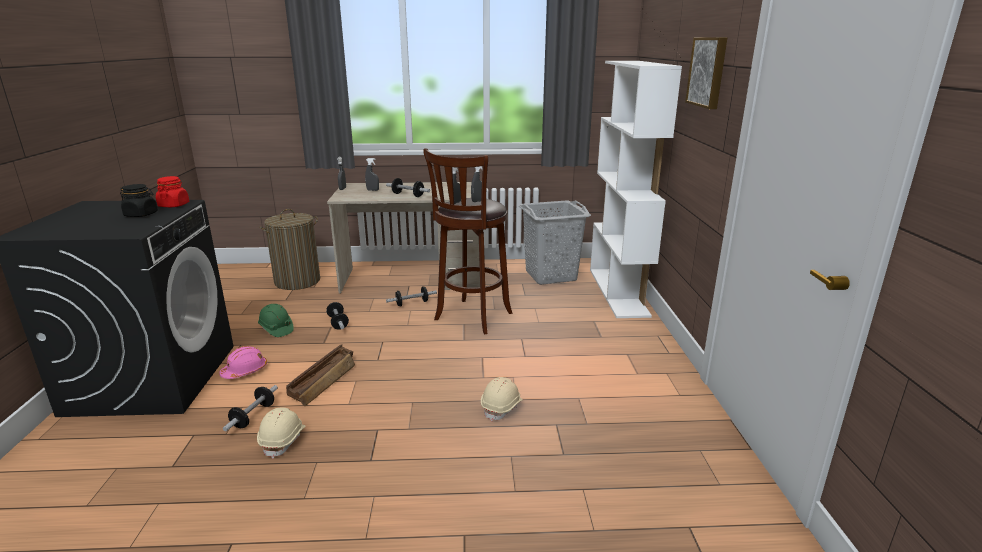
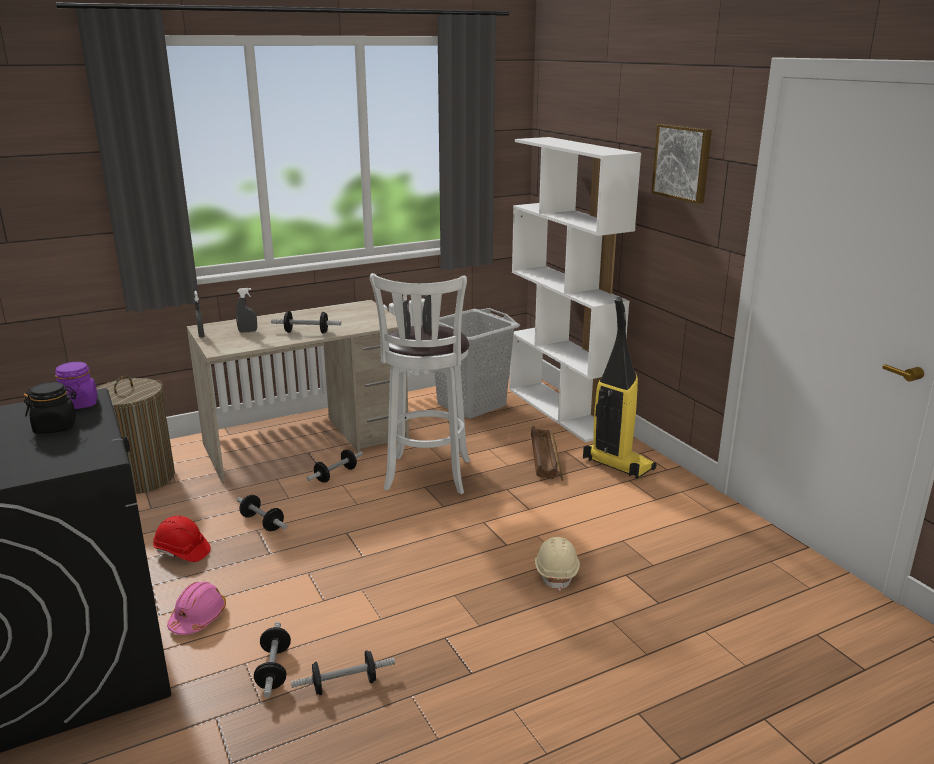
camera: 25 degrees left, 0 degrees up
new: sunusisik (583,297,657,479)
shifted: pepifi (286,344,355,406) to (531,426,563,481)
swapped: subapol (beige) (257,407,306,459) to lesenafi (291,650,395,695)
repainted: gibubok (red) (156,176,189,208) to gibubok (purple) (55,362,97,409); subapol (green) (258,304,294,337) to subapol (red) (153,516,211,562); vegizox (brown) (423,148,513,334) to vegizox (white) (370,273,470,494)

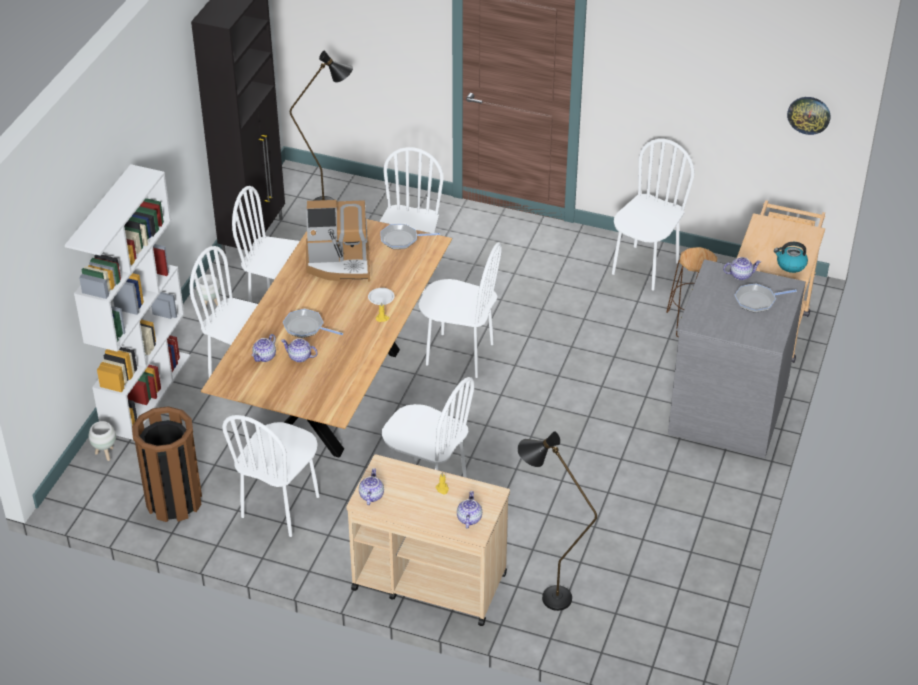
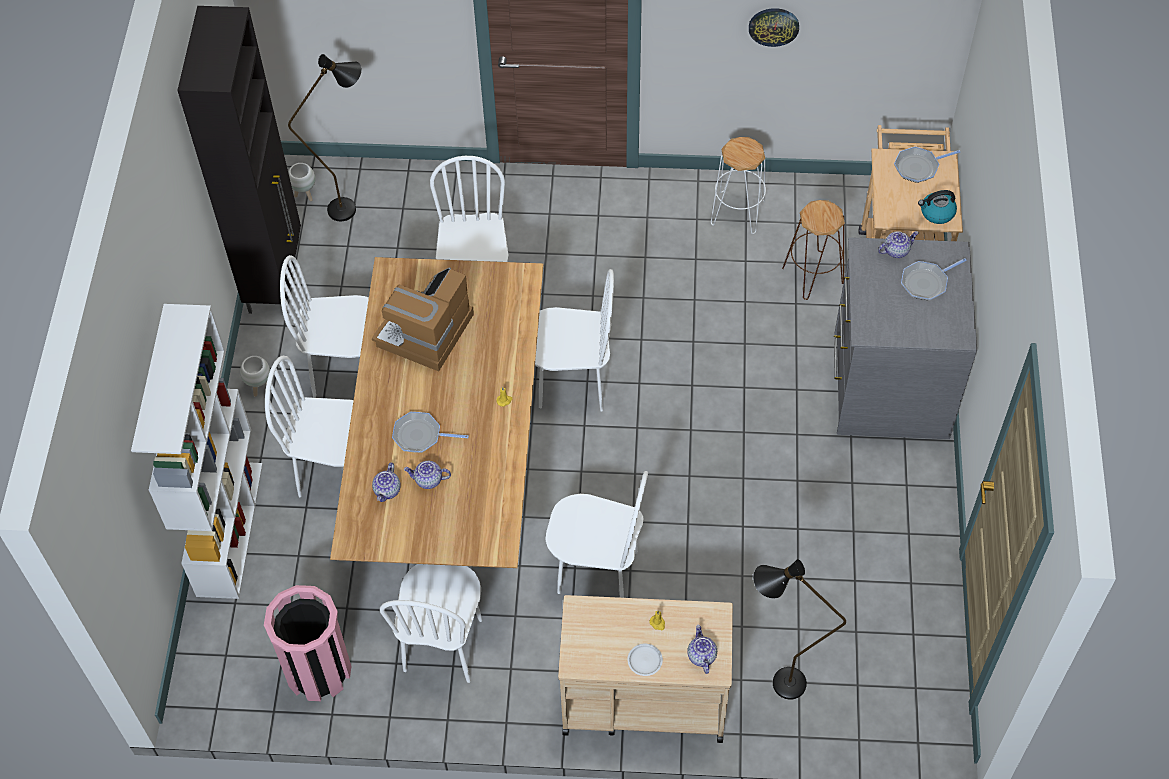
camera: 15 degrees left, 15 degrees up
gone: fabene (359,468,384,505)
shifted: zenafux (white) (89,421,116,461) to (288,163,315,201); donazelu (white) (368,288,395,305) to (627,644,663,676); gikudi (787,97,831,135) to (749,8,799,47); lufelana (380,224,440,249) to (894,147,960,183)
swapped: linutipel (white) (612,139,694,291) to vegizox (white) (711,137,766,234)
repainted: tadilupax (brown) (132,406,202,522) to tadilupax (pink) (264,585,352,701)
rotated: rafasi (306,200,370,282) = (372,267,474,371) 135 degrees clockwise

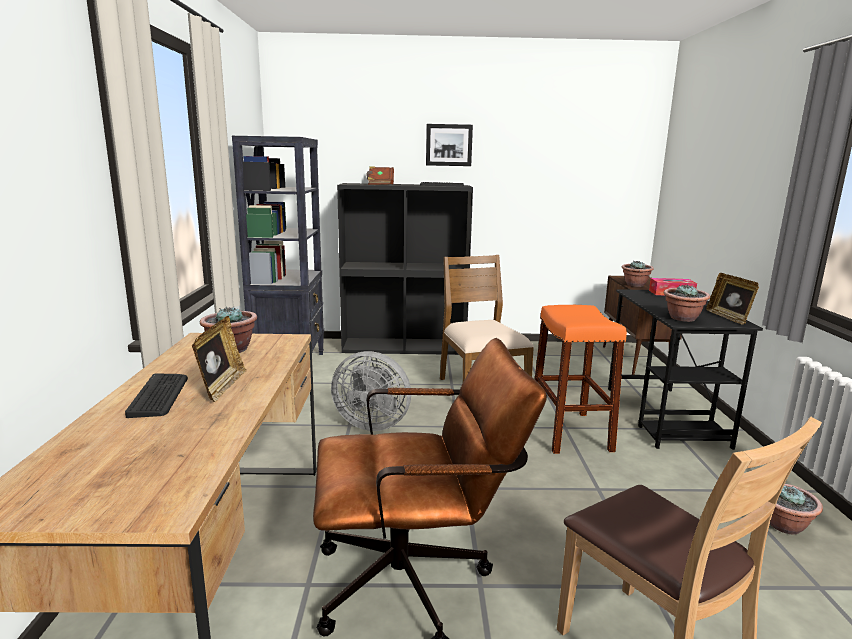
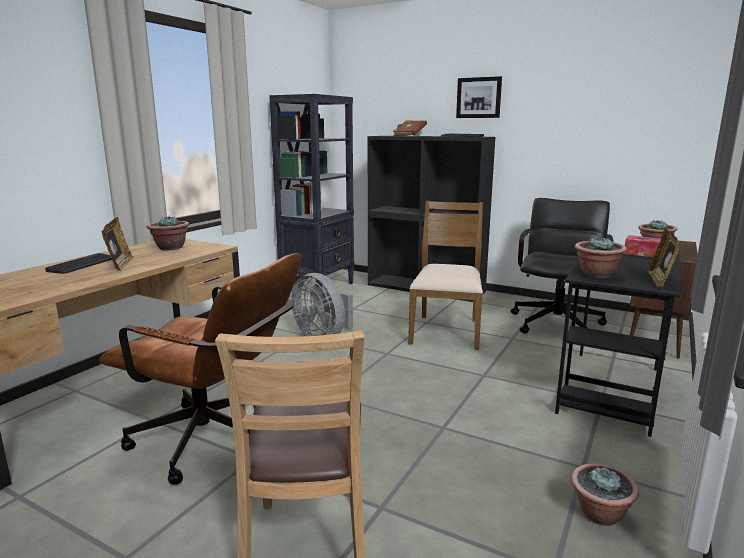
camera: 30 degrees right, 0 degrees up
gone: vegizox (orange) (535,305,627,454)
new: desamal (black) (511,198,614,334)
rotated: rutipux (192,316,247,402) = (101,217,134,271) 45 degrees counterclockwise

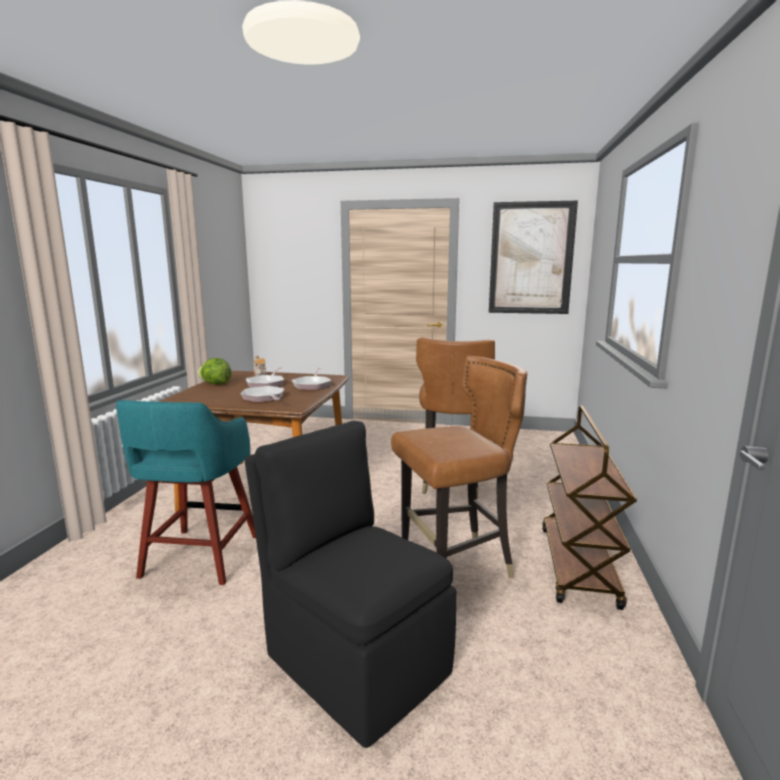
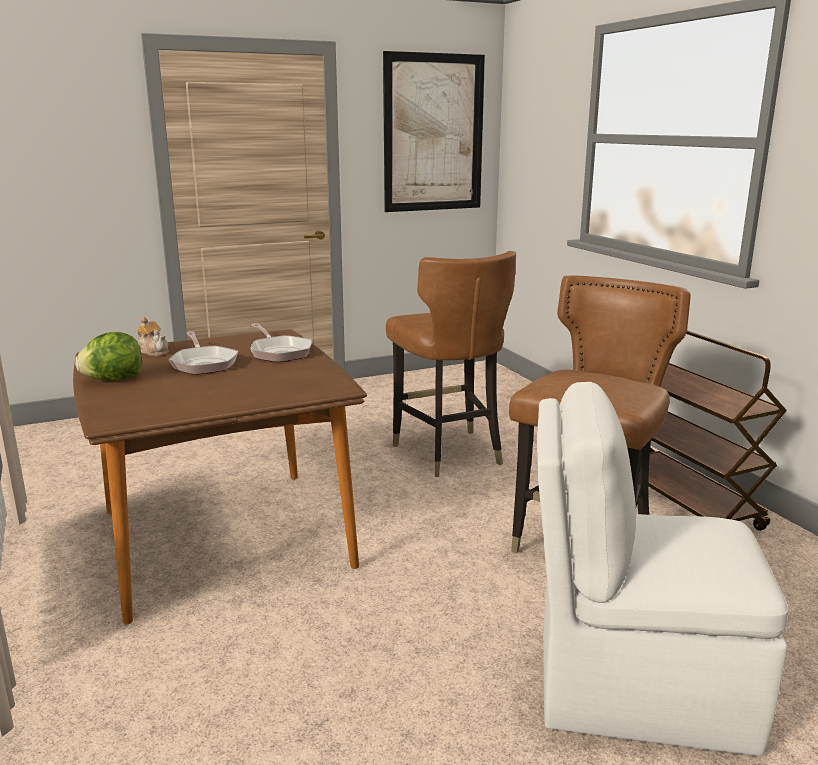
camera: 35 degrees left, 5 degrees up
gone: vegizox (turquoise) (116,400,256,585); lufelana (241,386,284,403)
repainted: linutipel (black) (245,421,456,748) to linutipel (white) (537,382,788,756)

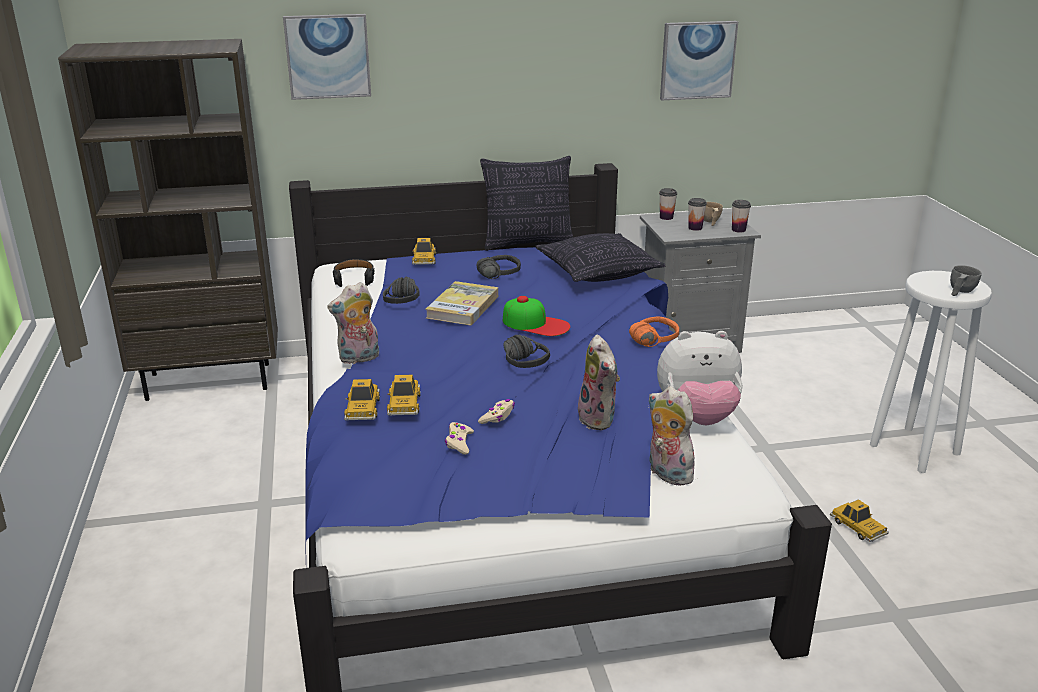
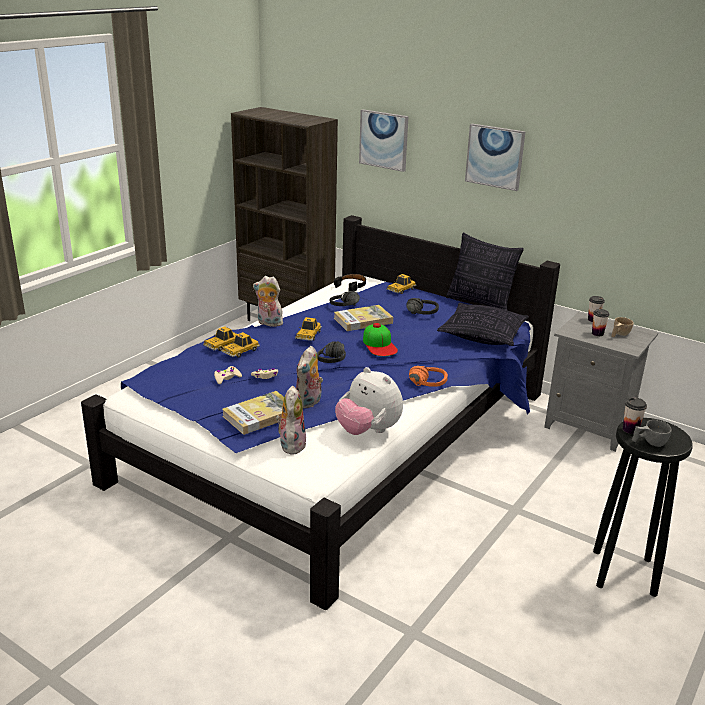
camera: 45 degrees right, 0 degrees up
new: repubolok (222,391,284,435)
shifted: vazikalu (830,499,889,542) to (295,317,322,341); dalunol (660,21,738,100) to (465,124,525,191); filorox (732,200,751,233) to (623,397,647,434)
repainted: vegizox (white) (870,271,992,473) to vegizox (black) (593,418,692,597)

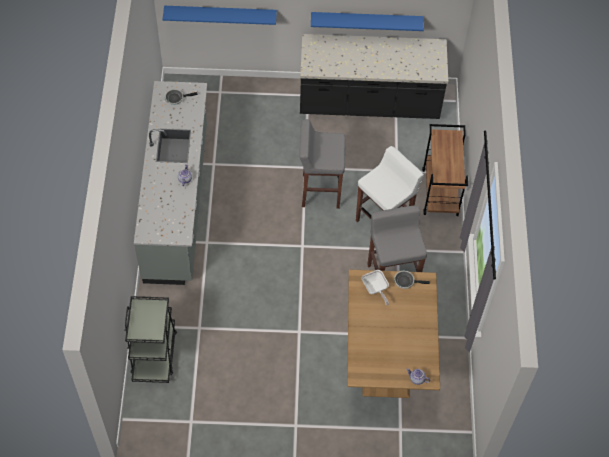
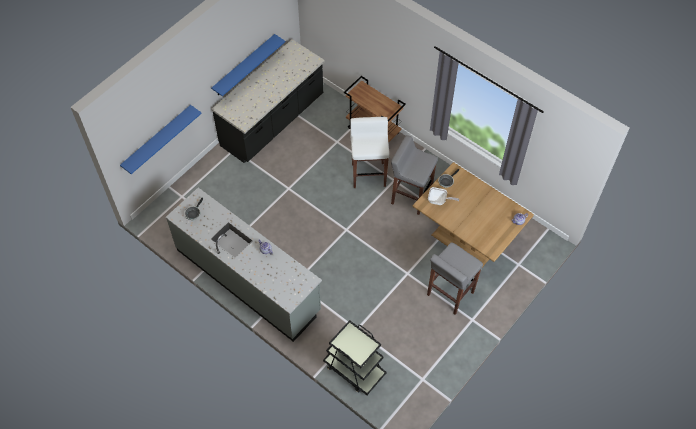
camera: 50 degrees left, 0 degrees up
shifted: vegizox (grey) (299,119,345,209) to (427,242,483,315)

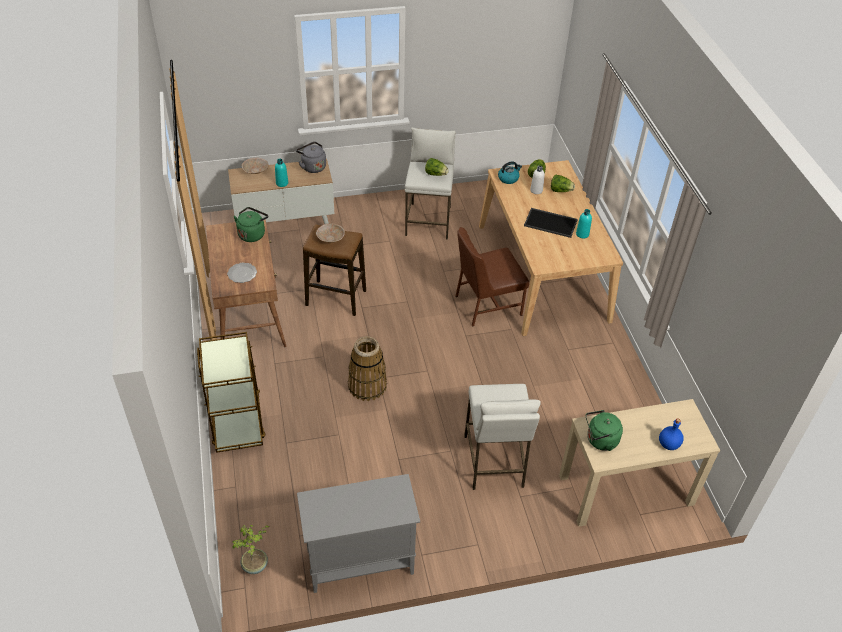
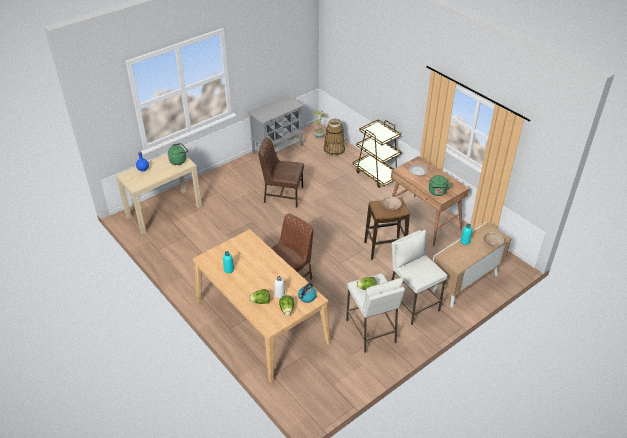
camera: 155 degrees right, 5 degrees down
gone: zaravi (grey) (296,142,326,173); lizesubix (524,208,578,238)
new: linutipel (brown) (259,137,304,207)
shifted: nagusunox (348,336,387,401) to (324,119,345,156); vegizox (white) (464,384,541,490) to (391,230,448,325)

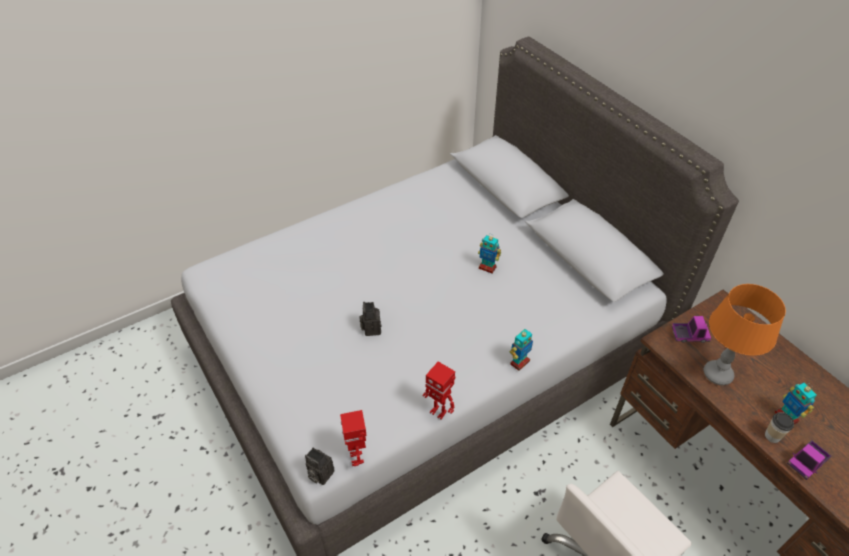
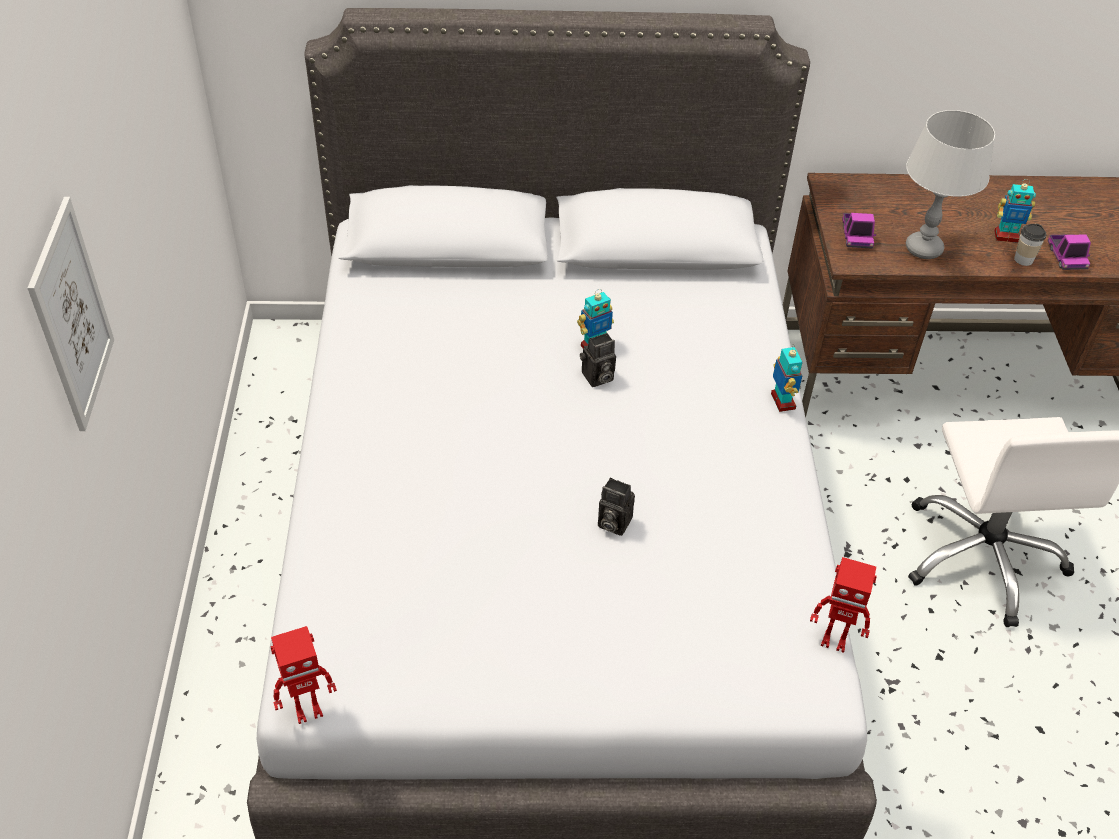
camera: 60 degrees left, 0 degrees up
new: dalunol (28,197,114,431)
shifted: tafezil (423,361,455,420) to (271,626,337,724); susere (305,448,334,485) to (580,333,616,387)
repainted: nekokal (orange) (704,284,786,385) to nekokal (grey) (906,110,995,259)
rotated: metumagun (672,316,711,343) = (842,213,876,249) 150 degrees clockwise

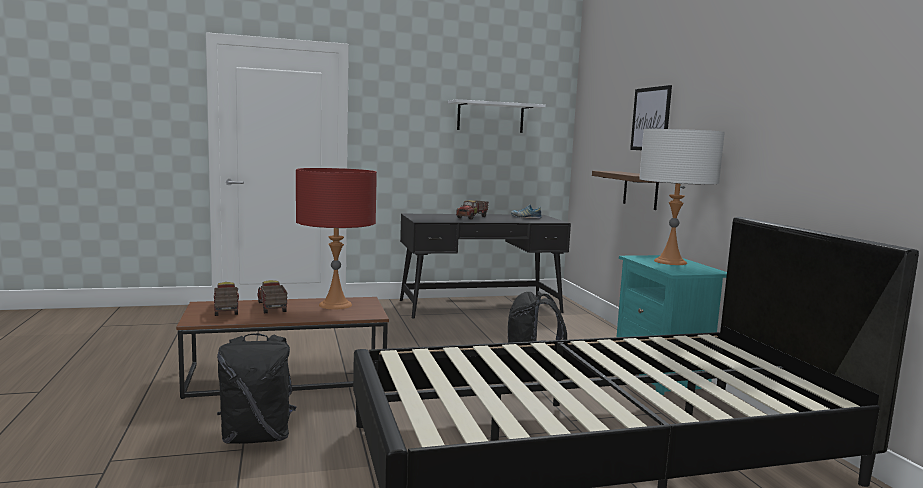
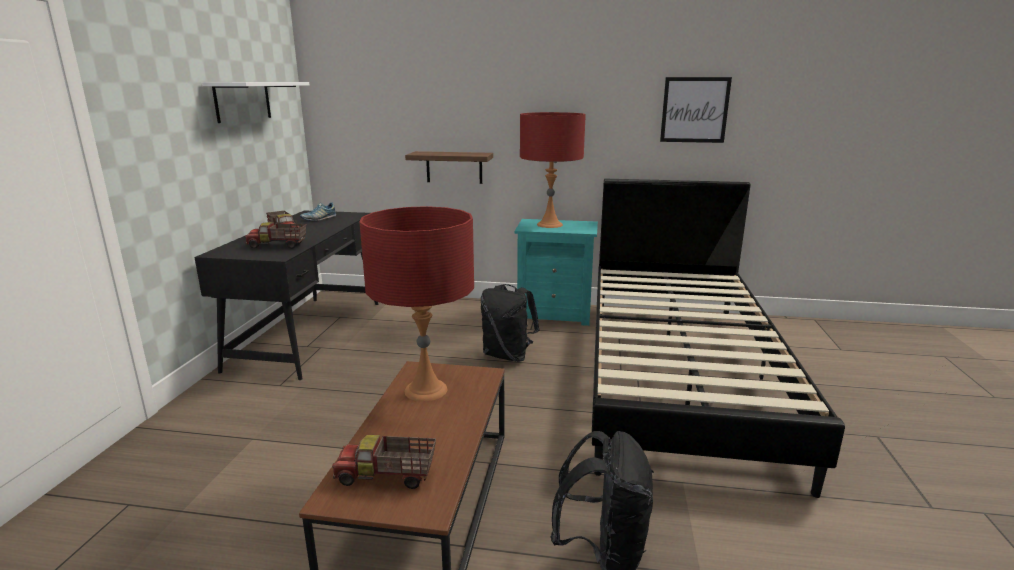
camera: 65 degrees left, 10 degrees up
shifted: metumagun (257,280,288,313) to (245,222,306,249); dalunol (630,85,672,150) to (660,77,732,143)
repainted: nekokal (white) (639,129,725,265) to nekokal (red) (520,112,586,228)

